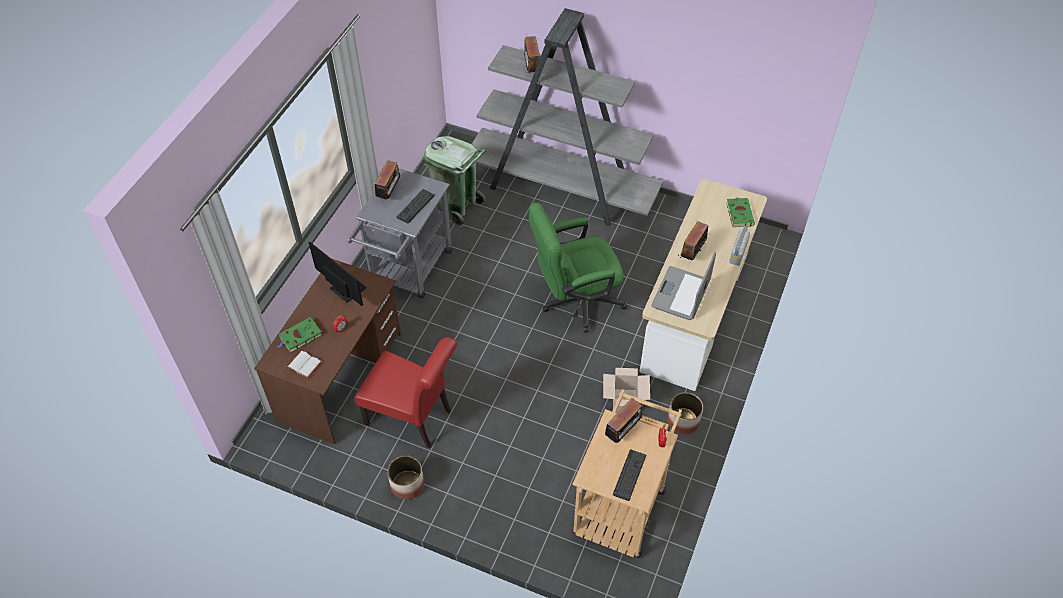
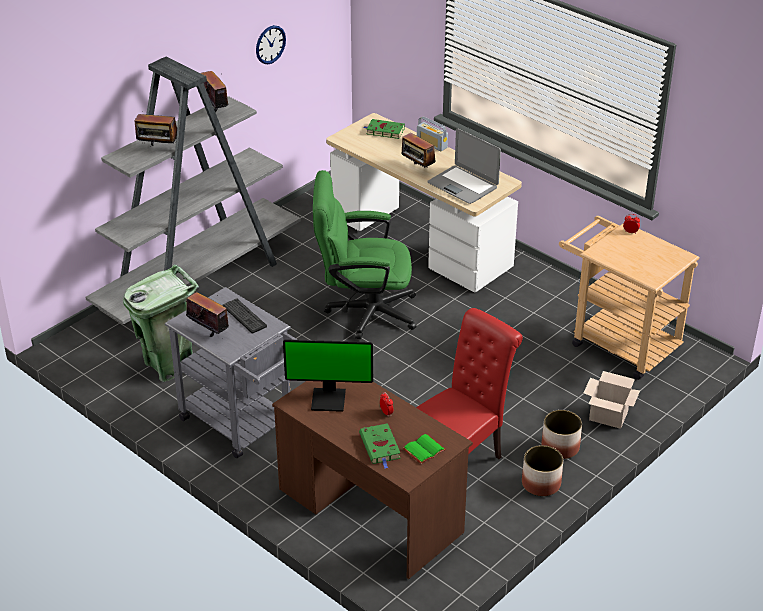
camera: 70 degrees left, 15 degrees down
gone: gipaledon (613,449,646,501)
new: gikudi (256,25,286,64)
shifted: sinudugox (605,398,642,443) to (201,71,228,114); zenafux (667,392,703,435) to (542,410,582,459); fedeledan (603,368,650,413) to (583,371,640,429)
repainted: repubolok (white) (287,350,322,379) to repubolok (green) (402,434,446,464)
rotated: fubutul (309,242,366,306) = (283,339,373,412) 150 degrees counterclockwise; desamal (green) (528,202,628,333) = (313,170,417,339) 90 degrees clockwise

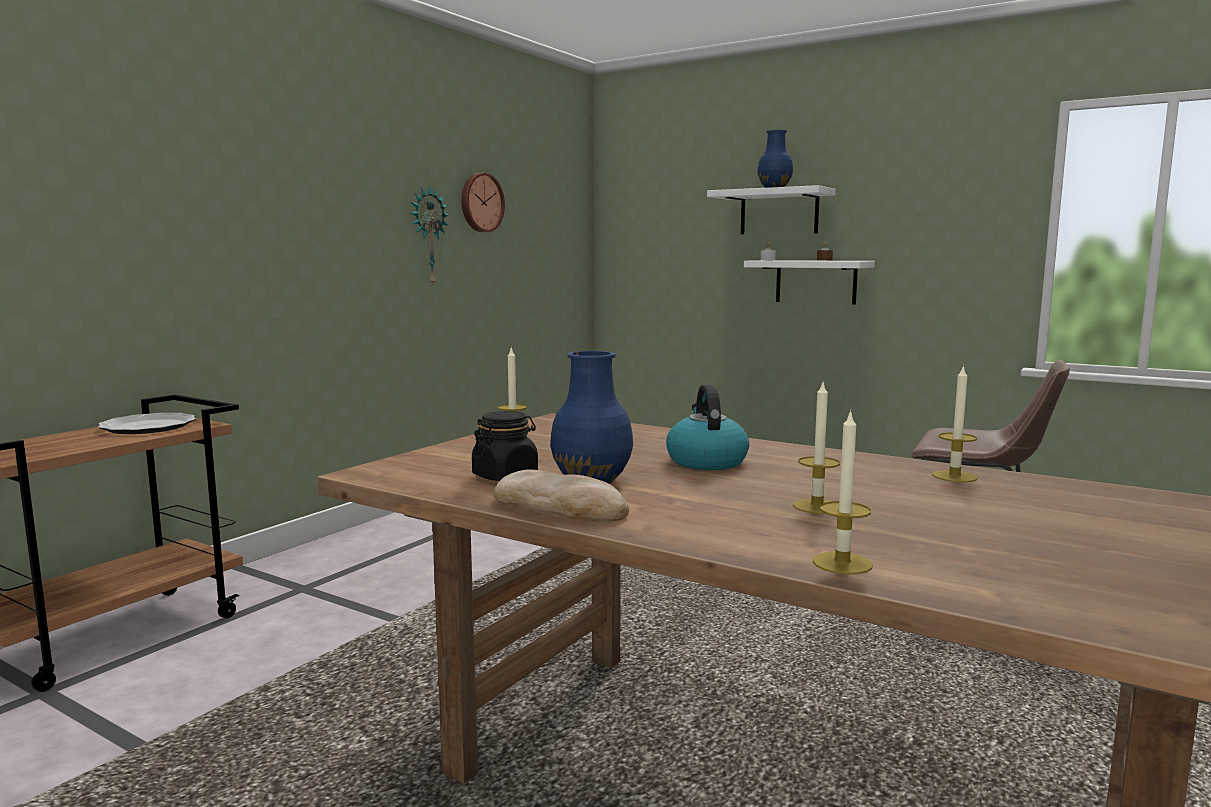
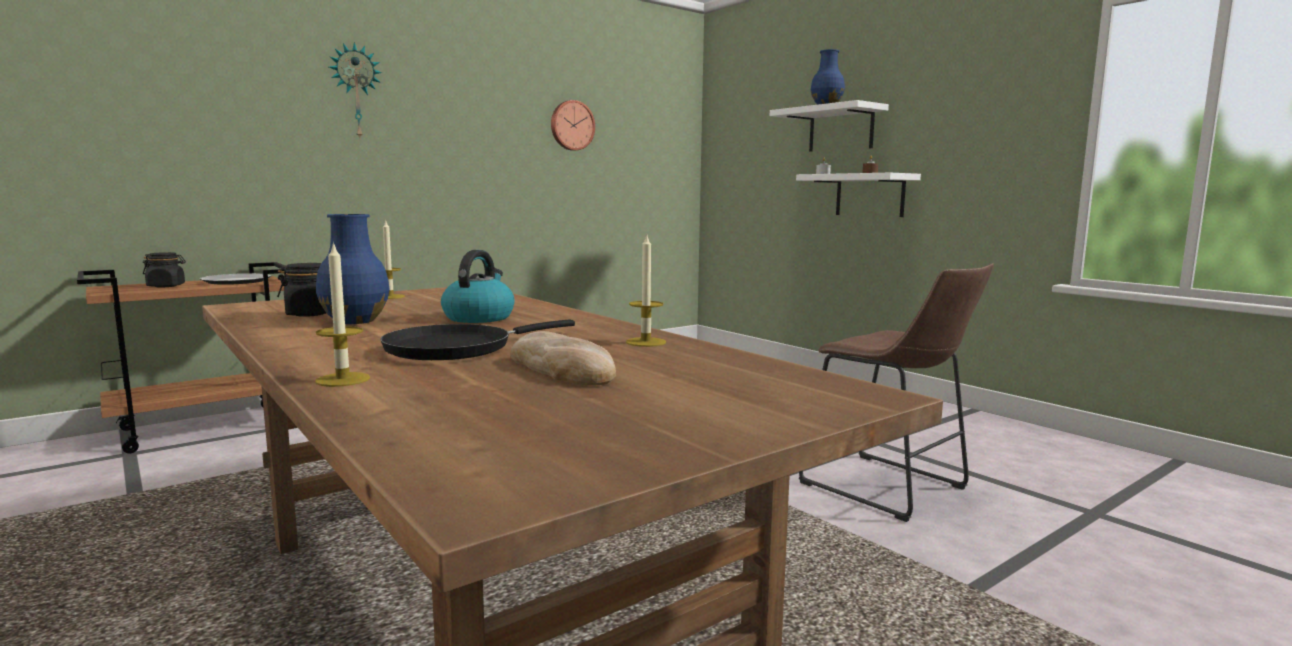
camera: 20 degrees right, 0 degrees up
new: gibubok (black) (143,252,186,287)
shifted: gikudi (410,186,449,285) to (329,42,382,138); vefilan (494,469,629,522) to (510,331,616,385)
swapped: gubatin (793,383,840,514) to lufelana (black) (380,320,575,360)

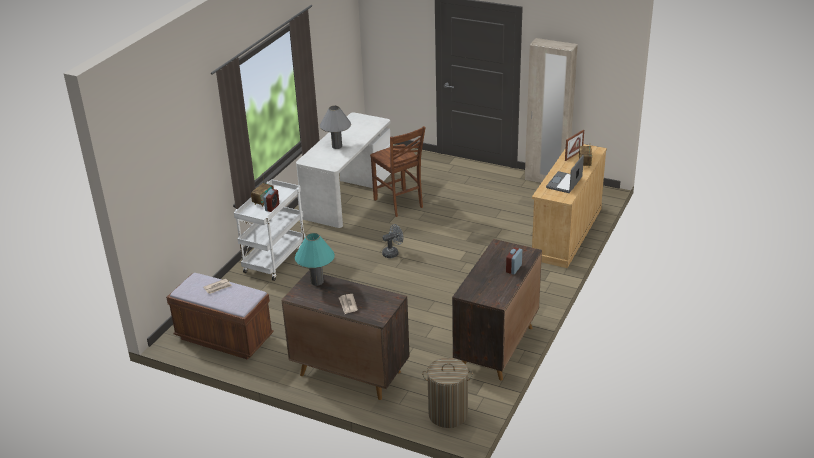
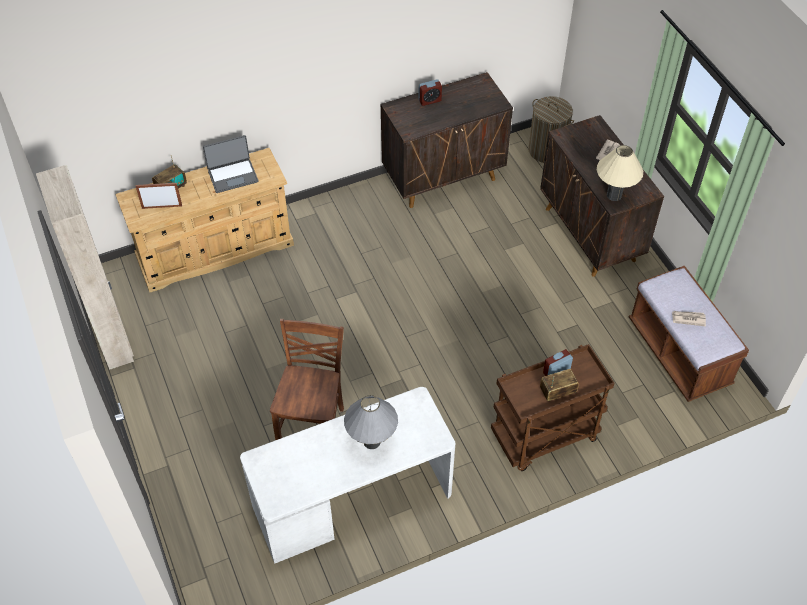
camera: 140 degrees left, 20 degrees up
gone: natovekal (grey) (382,224,403,258)
repainted: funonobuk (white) (234,179,306,281) to funonobuk (brown) (491,344,615,471); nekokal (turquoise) (295,233,335,286) to nekokal (beige) (597,145,643,201)

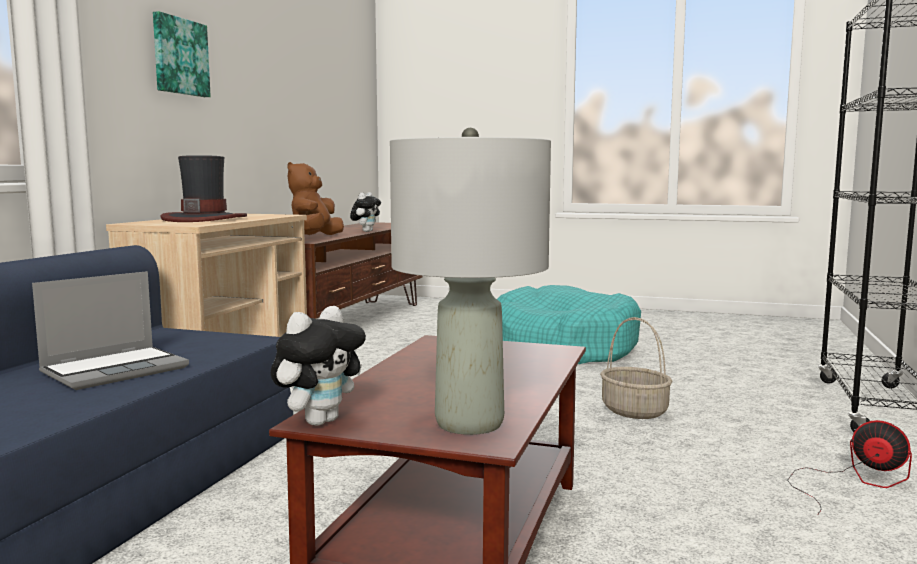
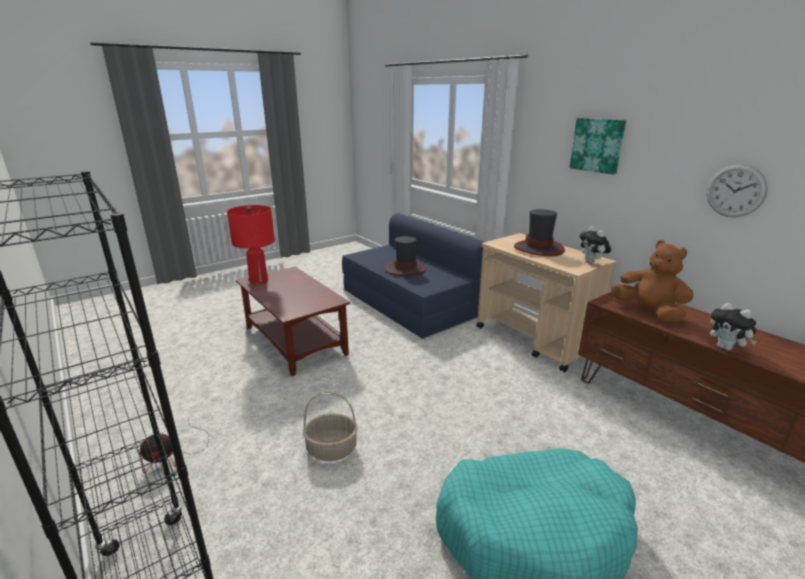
camera: 125 degrees right, 15 degrees up
new: gikudi (706,164,768,217)
shifted: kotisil (271,306,366,426) to (579,226,611,263)
swapped: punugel (32,271,189,390) to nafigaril (385,236,426,275)
repainted: nekokal (grey) (390,128,551,435) to nekokal (red) (227,205,275,285)

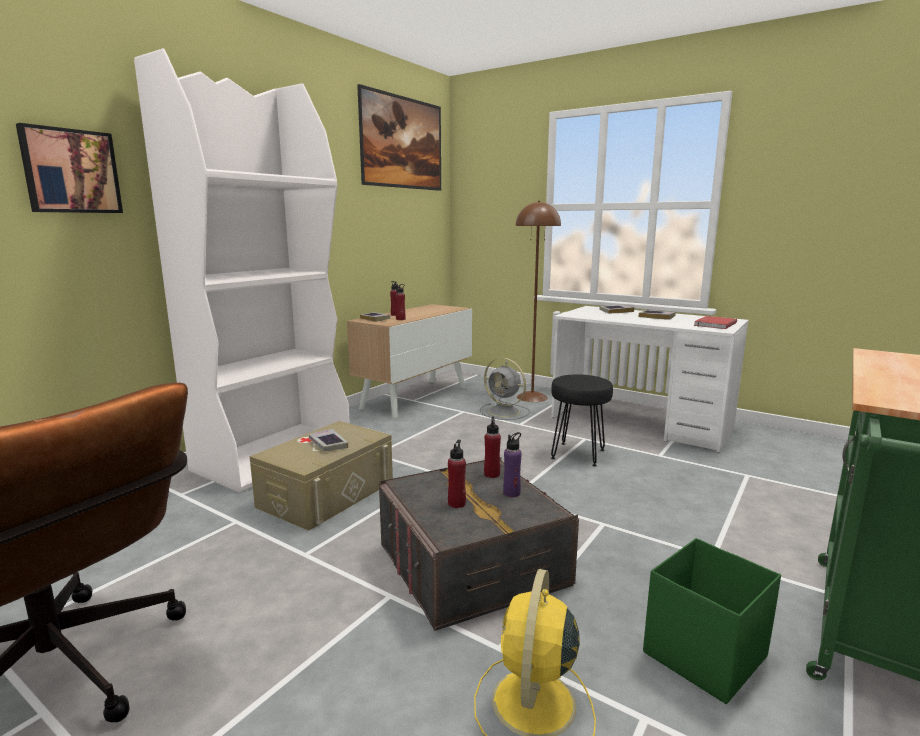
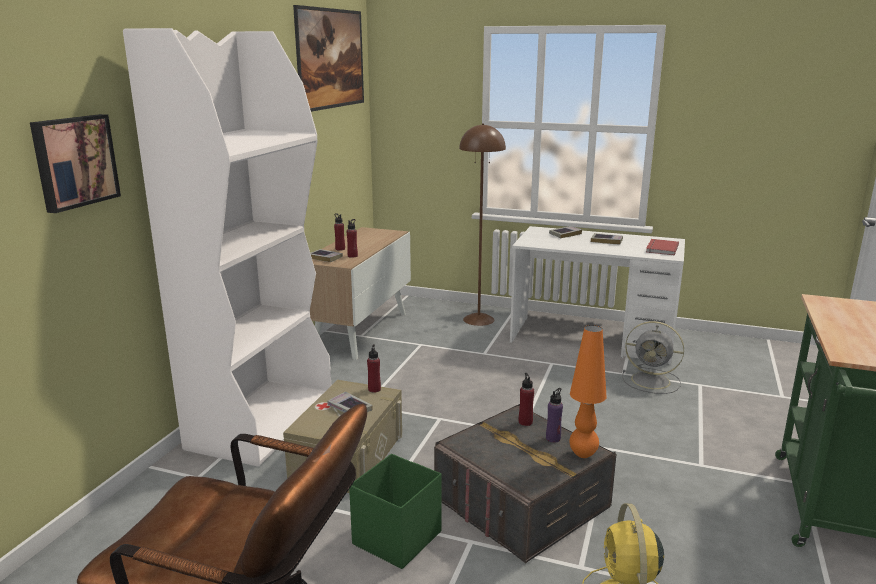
camera: 15 degrees left, 5 degrees up
gone: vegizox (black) (551,374,613,467)
new: nekokal (orange) (570,325,607,458)
shifted: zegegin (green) (643,538,781,704) to (349,454,442,569); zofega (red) (448,440,466,508) to (367,345,381,393); natovekal (grey) (480,358,530,420) to (622,321,684,394)

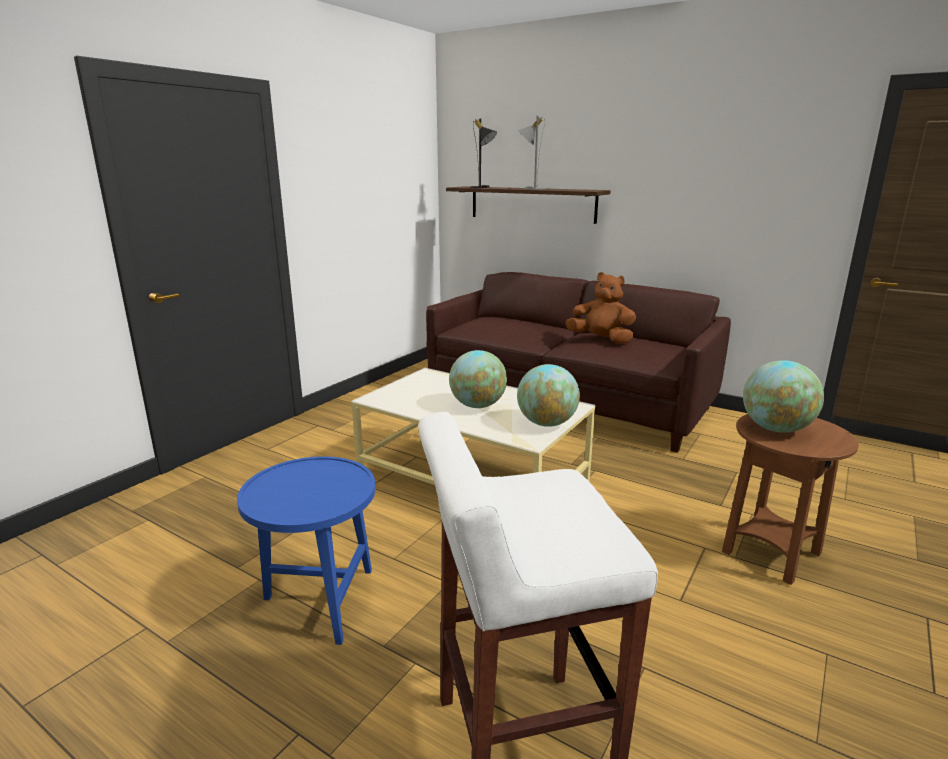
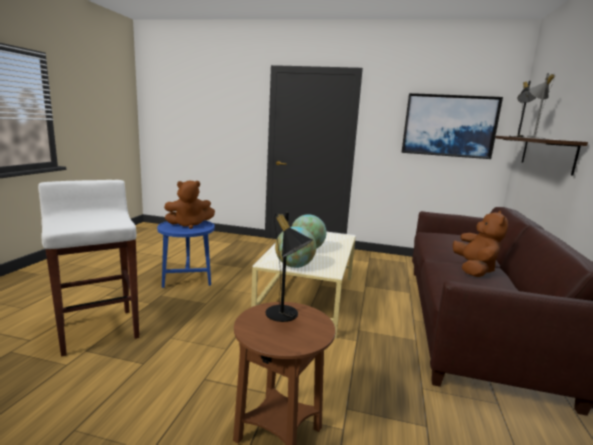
camera: 70 degrees right, 5 degrees down
new: kotisil (brown) (164,180,215,229); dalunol (402,93,503,159)
swapped: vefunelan (743,360,824,433) to nekokal (black) (266,212,313,322)

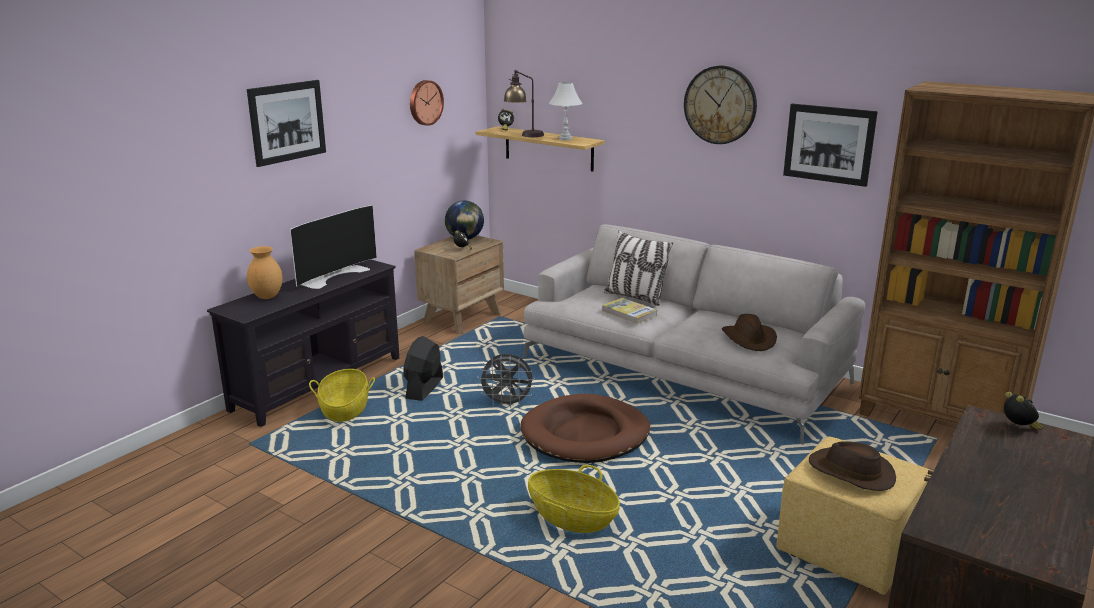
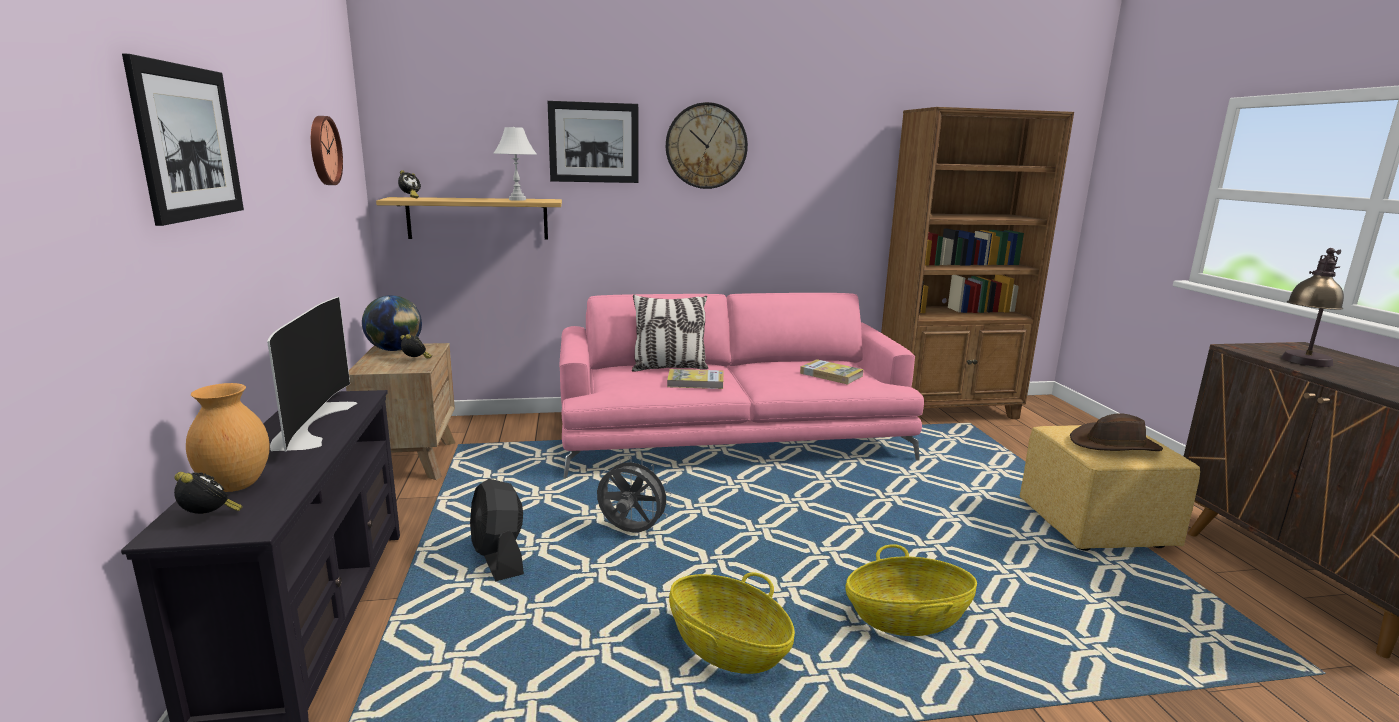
camera: 45 degrees left, 5 degrees down
gone: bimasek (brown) (521,394,650,463)
shifted: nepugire (1004,392,1043,430) to (174,472,243,514); dalunol (783,104,878,187) to (548,101,638,183); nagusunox (309,369,375,422) to (669,572,795,674); nekokal (503,70,544,137) to (1281,248,1344,367)
swapped: nafigaril (brown) (722,314,777,351) to repubolok (800,359,864,384)
repainted: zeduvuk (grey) (523,224,865,445) to zeduvuk (pink) (559,293,924,479)
rotated: natovekal (grey) (477,354,535,408) = (597,456,672,532) 120 degrees counterclockwise

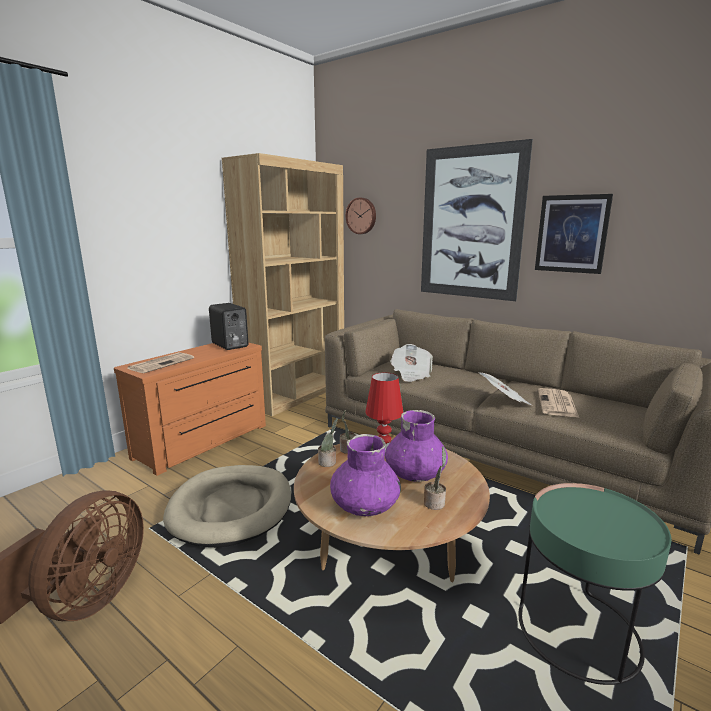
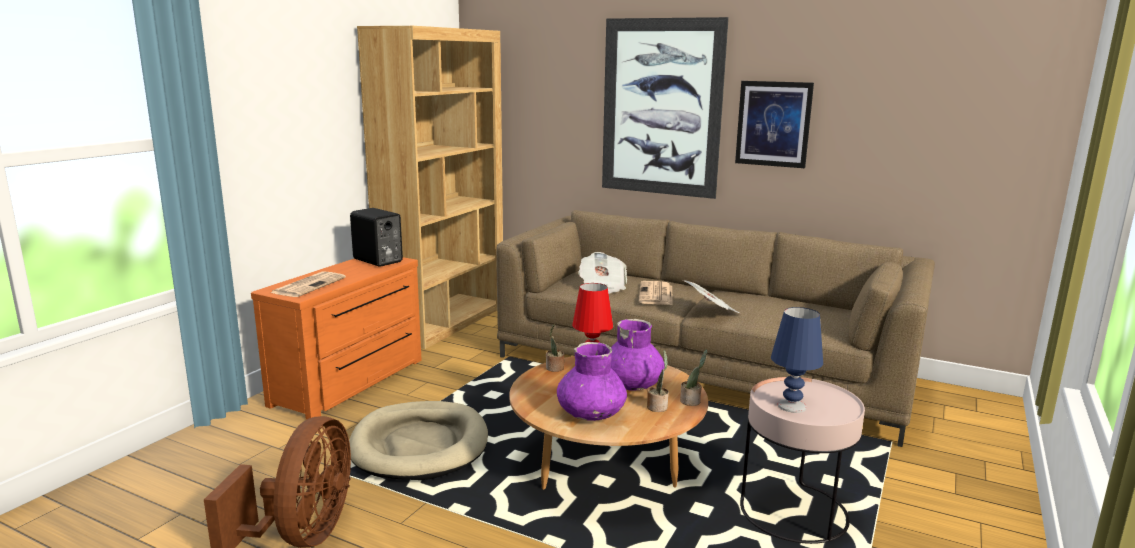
camera: 10 degrees left, 0 degrees up
gone: gikudi (345,198,376,234)
new: nekokal (blue) (771,307,823,413)
shifted: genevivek (538,388,579,417) to (639,281,673,305); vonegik (318,418,338,467) to (680,350,707,406)
repainted: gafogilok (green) (518,483,672,685) to gafogilok (pink) (740,377,865,544)

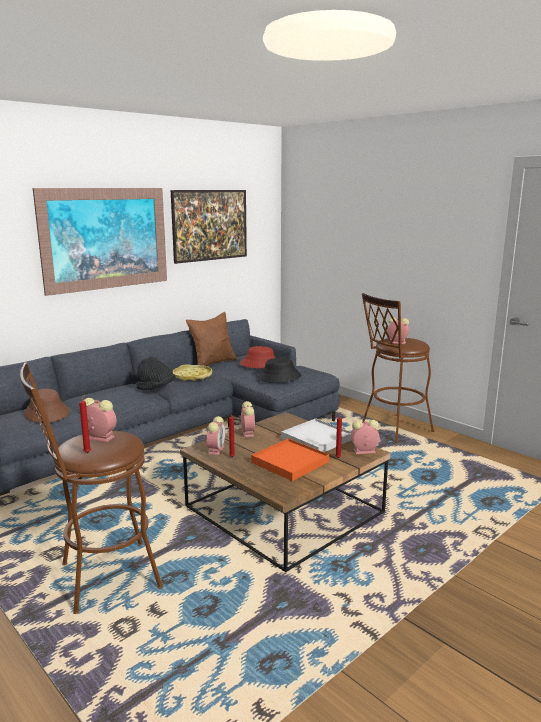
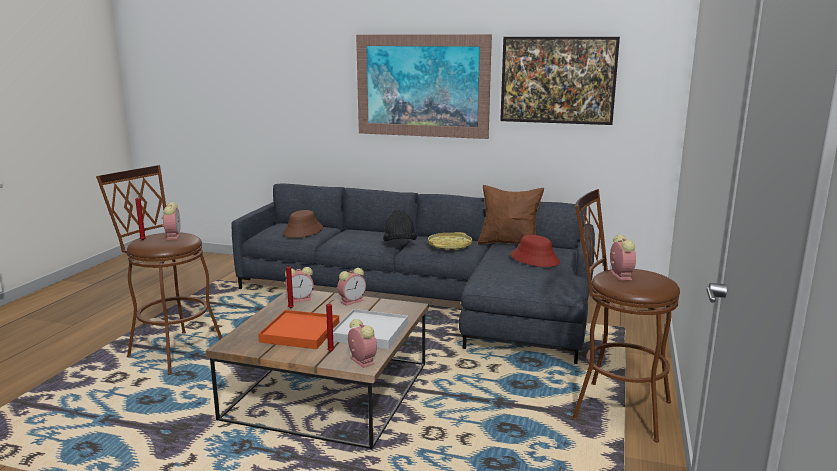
camera: 60 degrees right, 0 degrees up
gone: nafigaril (black) (258,358,301,383)

